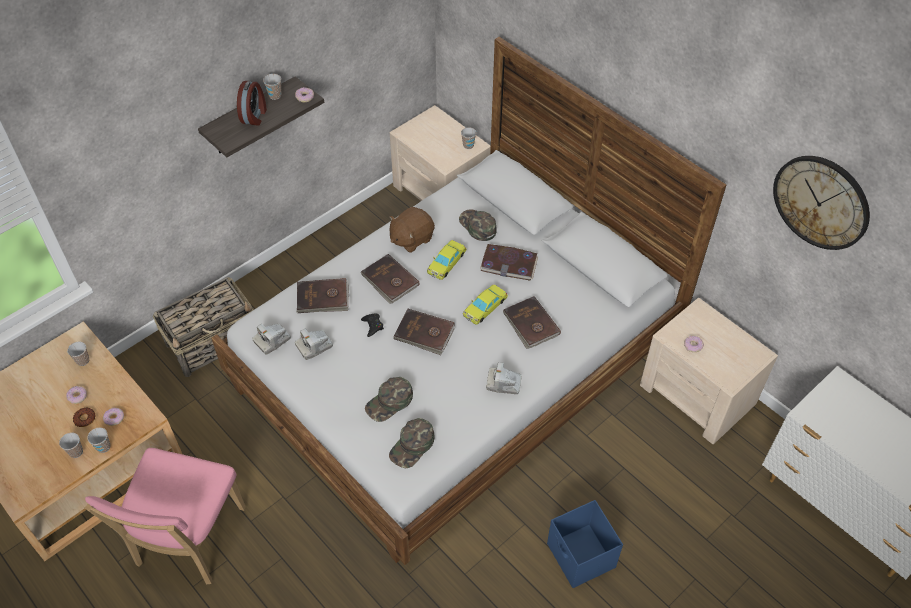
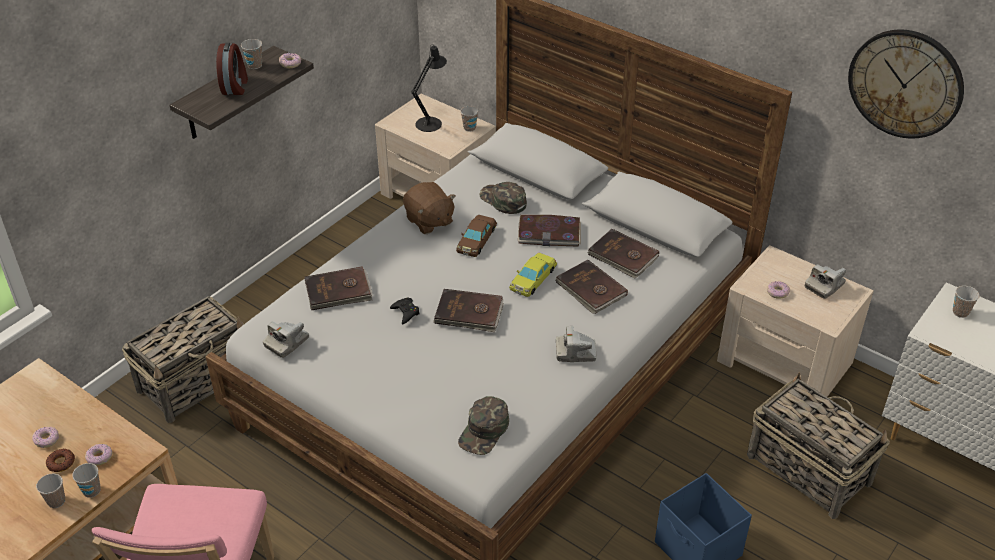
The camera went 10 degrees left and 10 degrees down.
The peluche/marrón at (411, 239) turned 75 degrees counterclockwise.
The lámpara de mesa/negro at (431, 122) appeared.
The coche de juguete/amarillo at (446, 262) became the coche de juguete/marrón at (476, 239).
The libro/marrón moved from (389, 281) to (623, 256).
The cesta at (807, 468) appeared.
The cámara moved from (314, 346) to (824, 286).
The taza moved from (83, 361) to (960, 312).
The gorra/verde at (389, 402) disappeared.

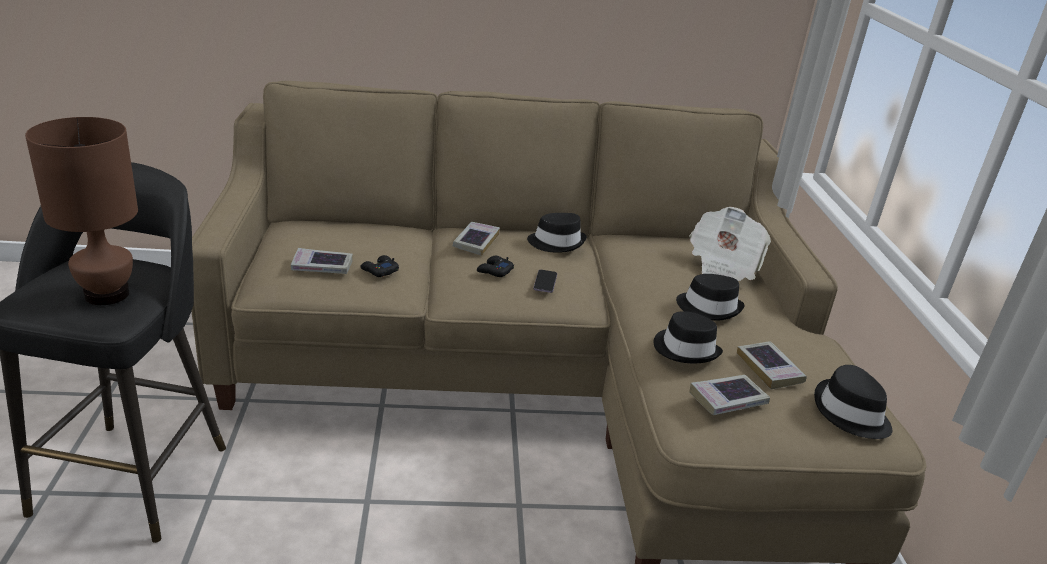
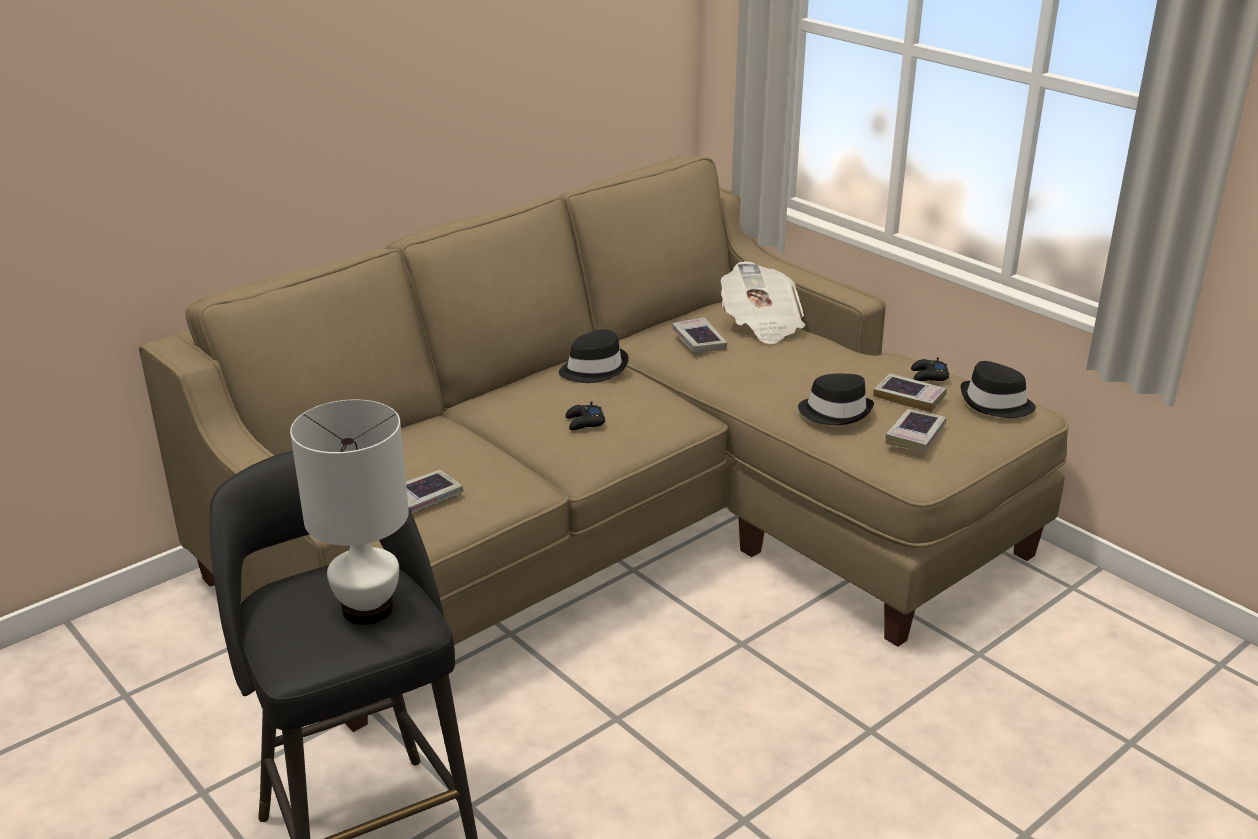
The camera went 35 degrees left and 0 degrees up.
The lámpara de mesa/marrón at (108, 294) became the lámpara de mesa/blanco at (367, 608).
The libro moved from (476, 242) to (698, 340).
The mando de consola/negro moved from (379, 270) to (928, 376).
The móvil at (545, 282) disappeared.
The sombrero/negro at (709, 307) disappeared.

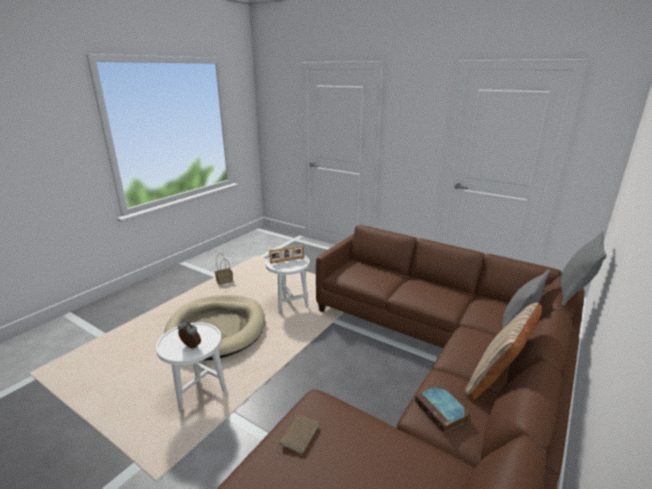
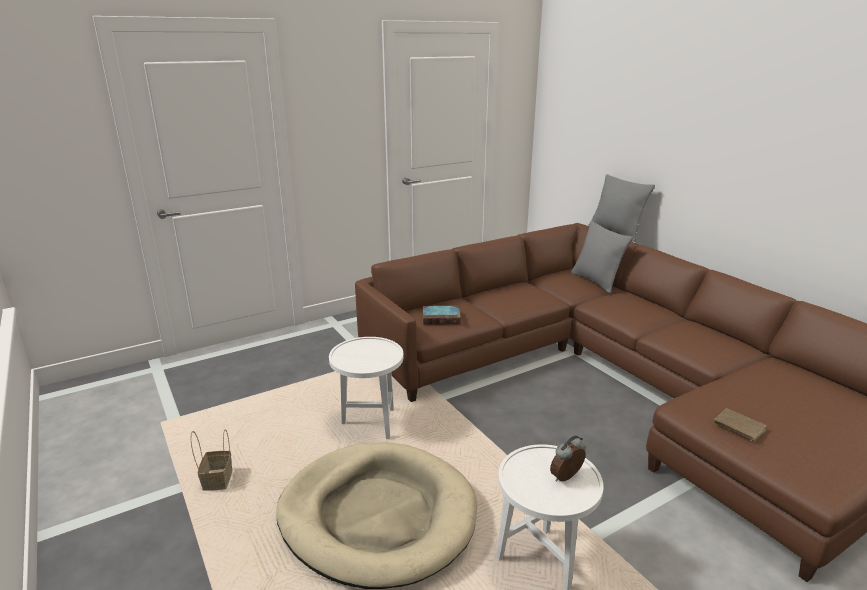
The camera went 65 degrees left and 0 degrees up.
The libro moved from (442, 411) to (442, 318).
The portarretratos at (287, 260) disappeared.
The cojín/beis at (496, 381) disappeared.

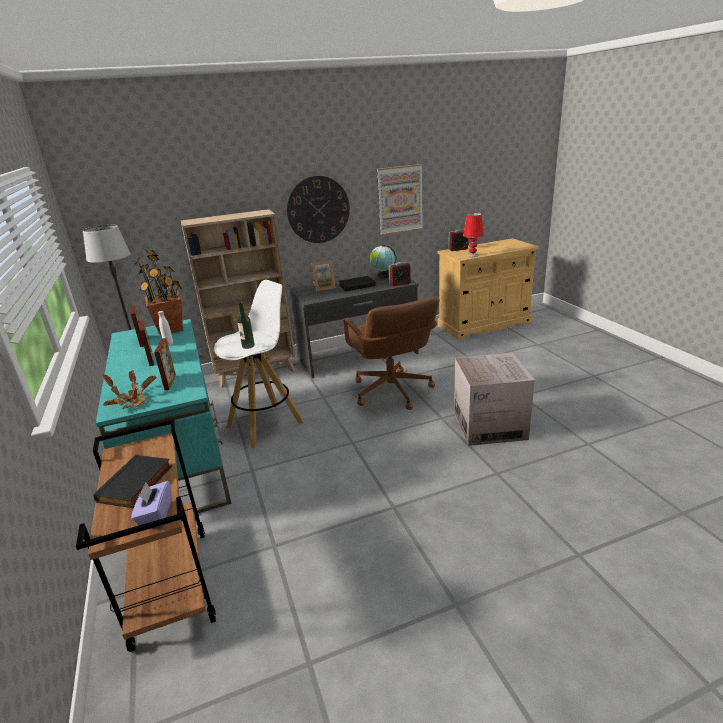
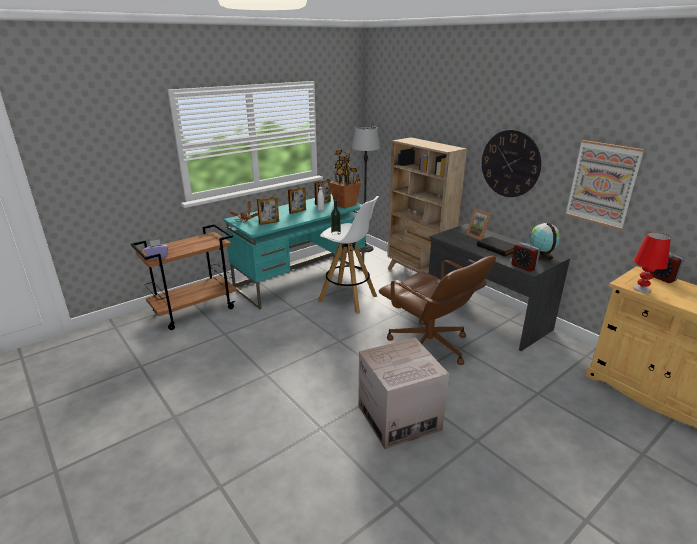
The camera went 70 degrees right and 0 degrees up.
The silla de oficina/marrón at (391, 391) turned 90 degrees counterclockwise.
The libro/negro at (136, 484) disappeared.

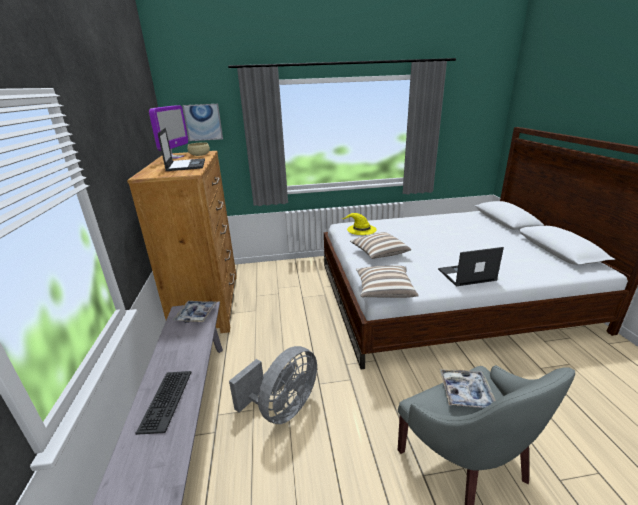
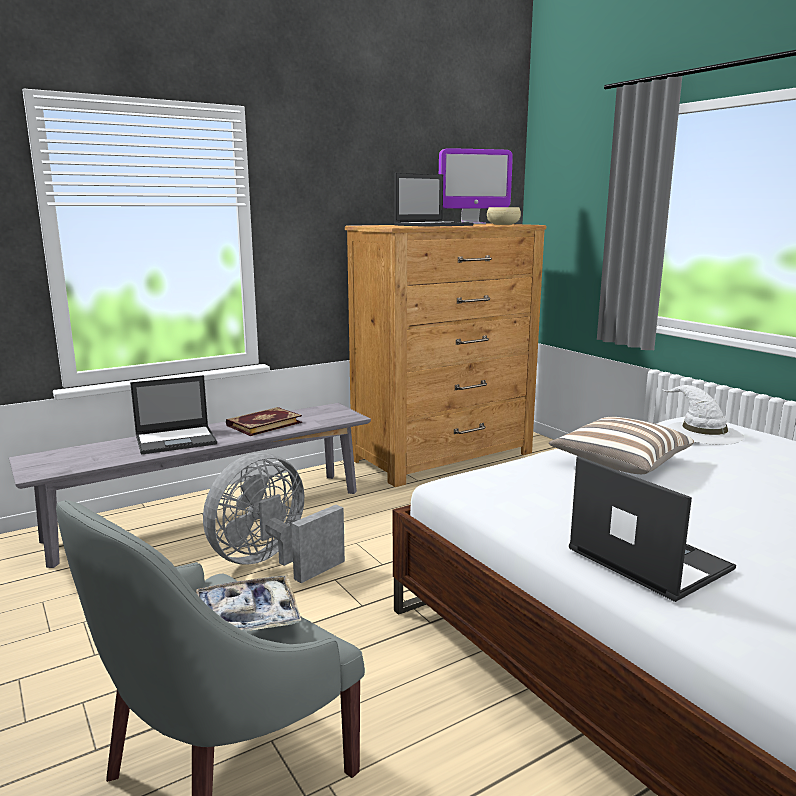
The camera went 65 degrees right and 10 degrees down.
The teclado at (165, 400) was replaced by the portátil at (177, 440).
The ventilador/gris at (283, 408) turned 120 degrees clockwise.
The libro at (263, 424) appeared.
The sombrero/amarillo at (361, 229) became the sombrero/blanco at (702, 432).
The bandeja at (196, 314) disappeared.
The cuadro at (203, 122) disappeared.
The cojín at (384, 291) disappeared.

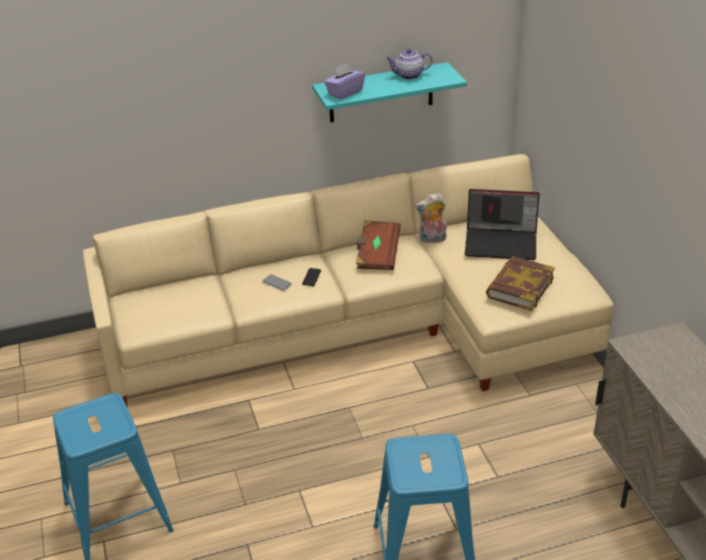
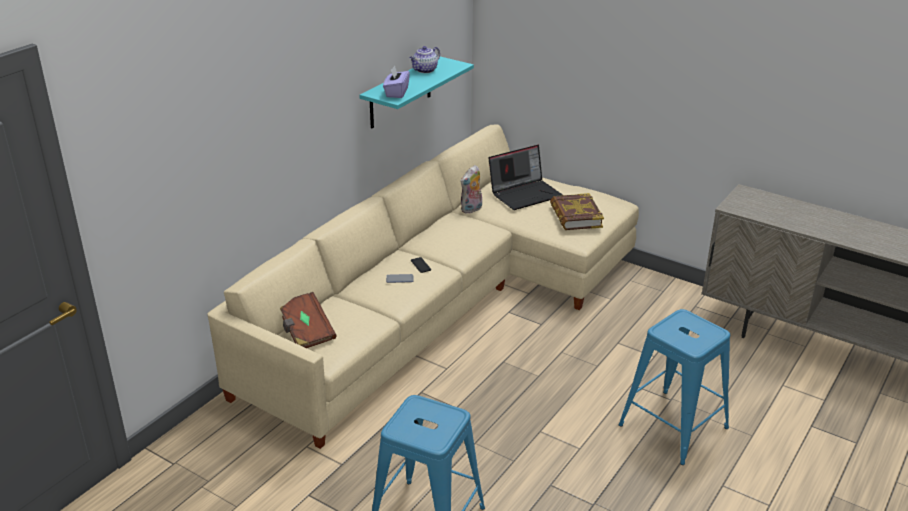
The camera went 40 degrees left and 5 degrees down.
The libro/marrón moved from (377, 255) to (305, 331).

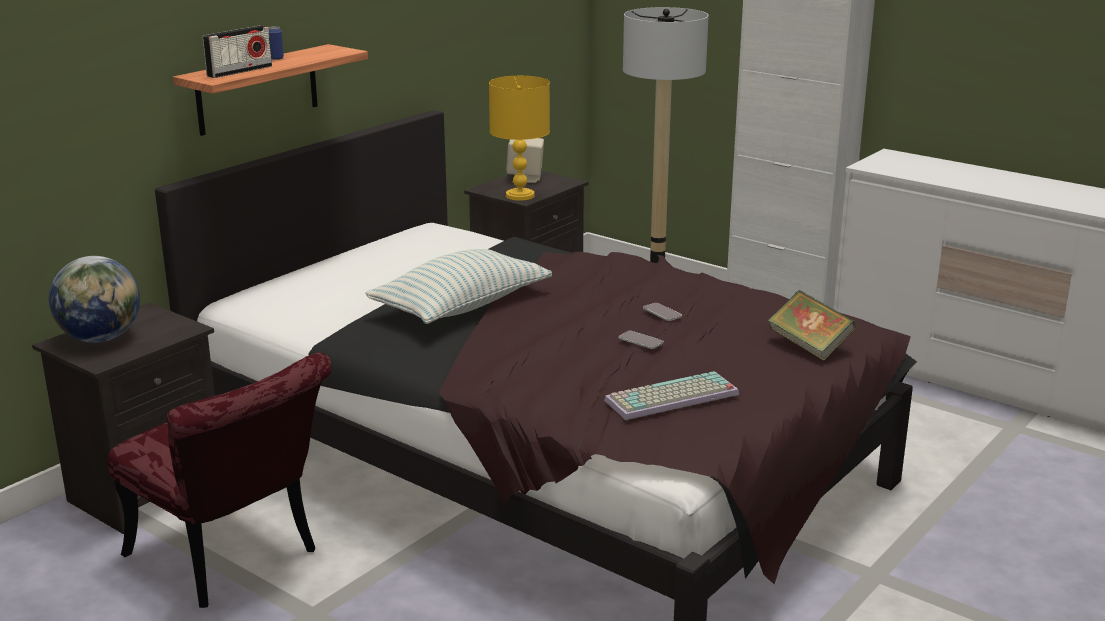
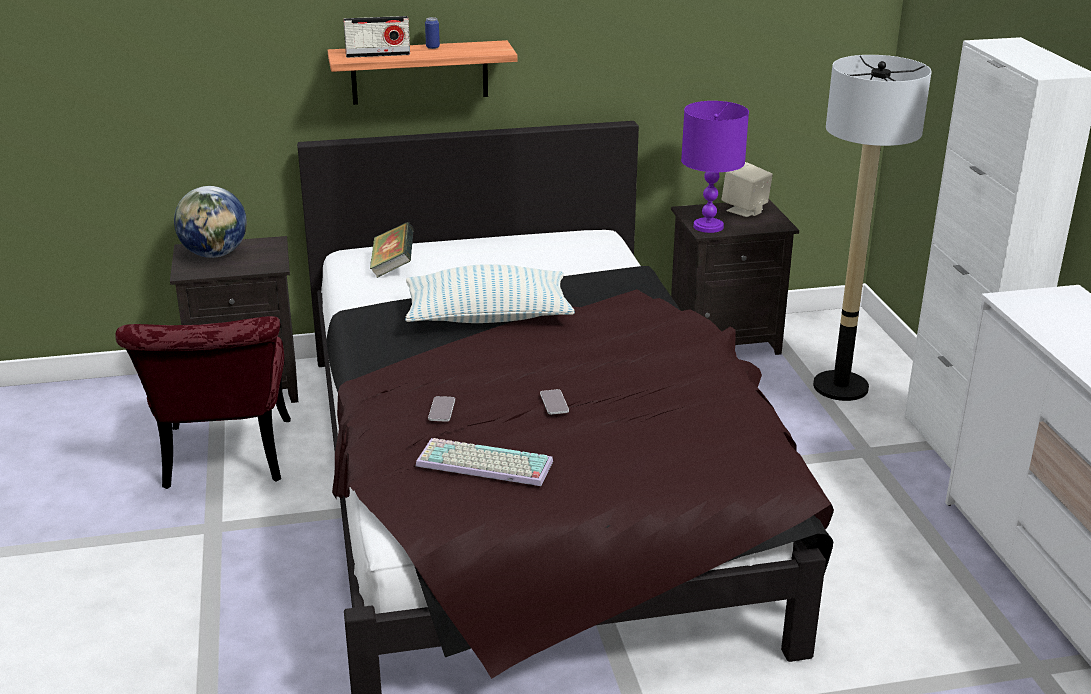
The camera went 40 degrees right and 5 degrees up.
The libro moved from (809, 346) to (393, 267).
The móvil moved from (662, 313) to (442, 410).
The lámpara de mesa/amarillo at (520, 196) became the lámpara de mesa/morado at (709, 227).

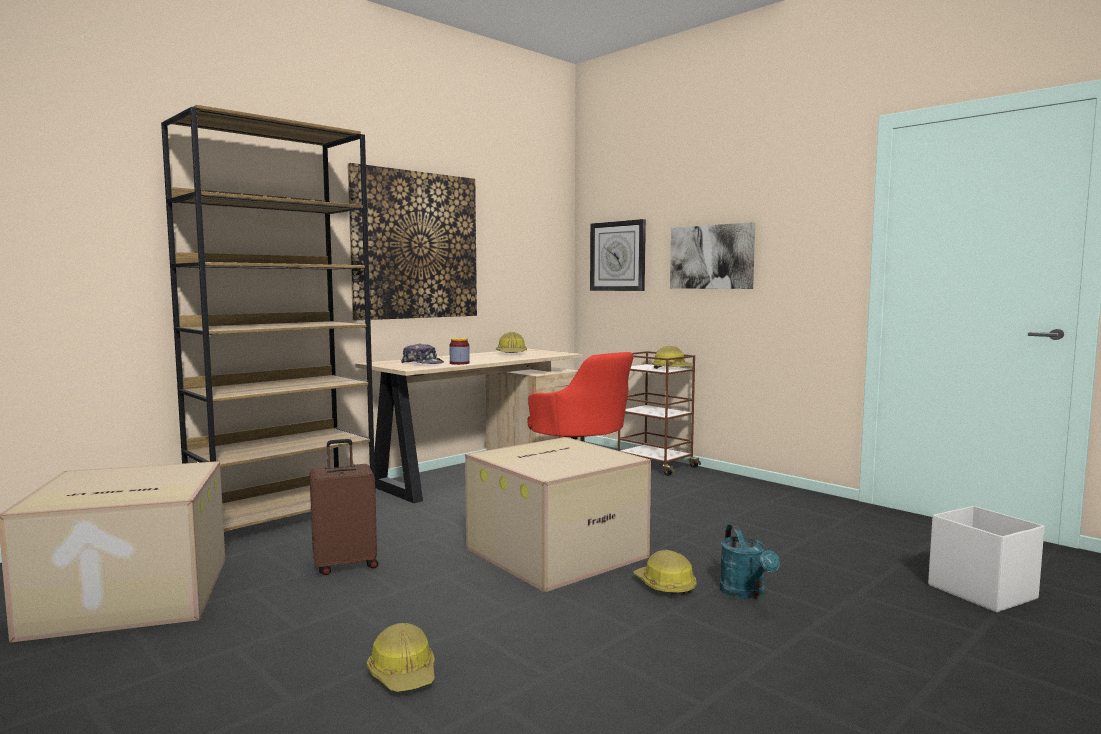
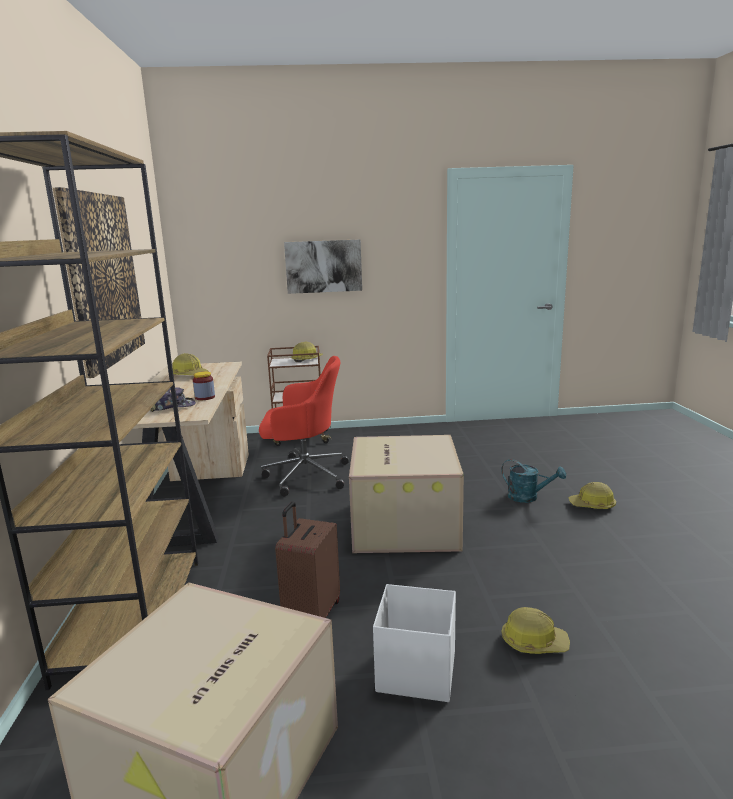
The camera went 50 degrees left and 10 degrees up.
The caja de almacenaje/blanco moved from (981, 591) to (415, 671).
The casco moved from (665, 586) to (592, 505).
The reloj de pared at (618, 256) disappeared.

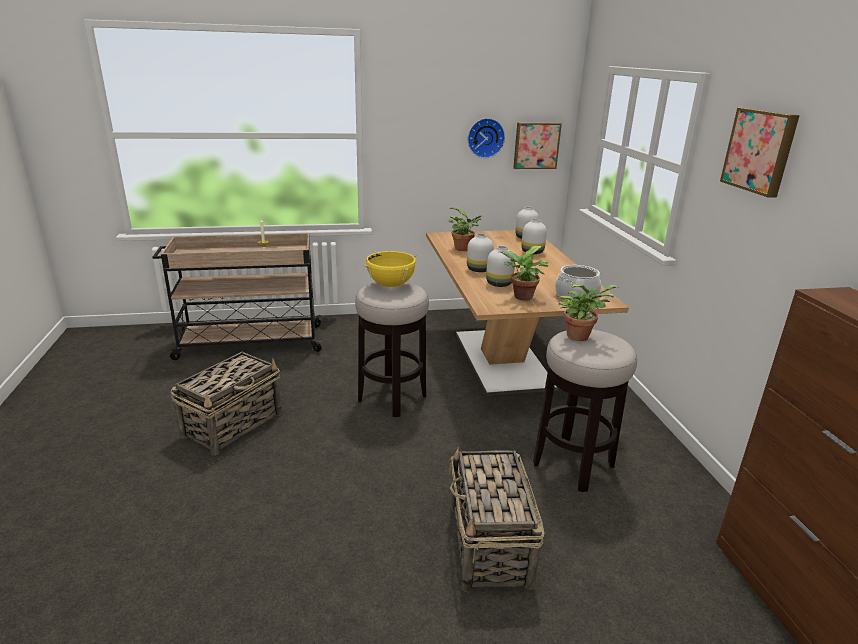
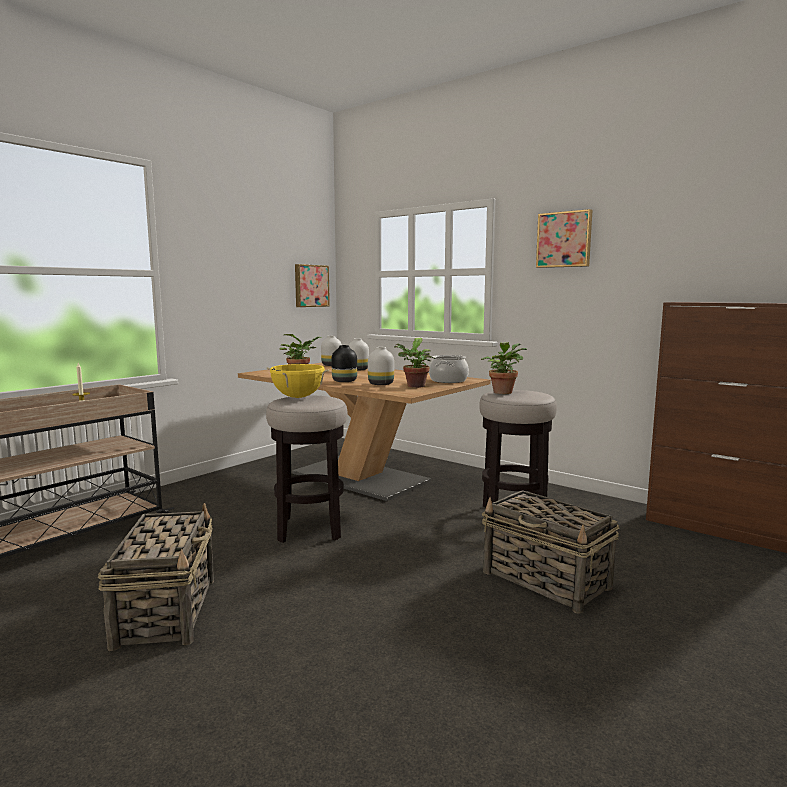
The camera went 40 degrees left and 15 degrees down.
The florero/blanco at (479, 269) became the florero/negro at (344, 381).
The reloj de pared at (485, 137) disappeared.

